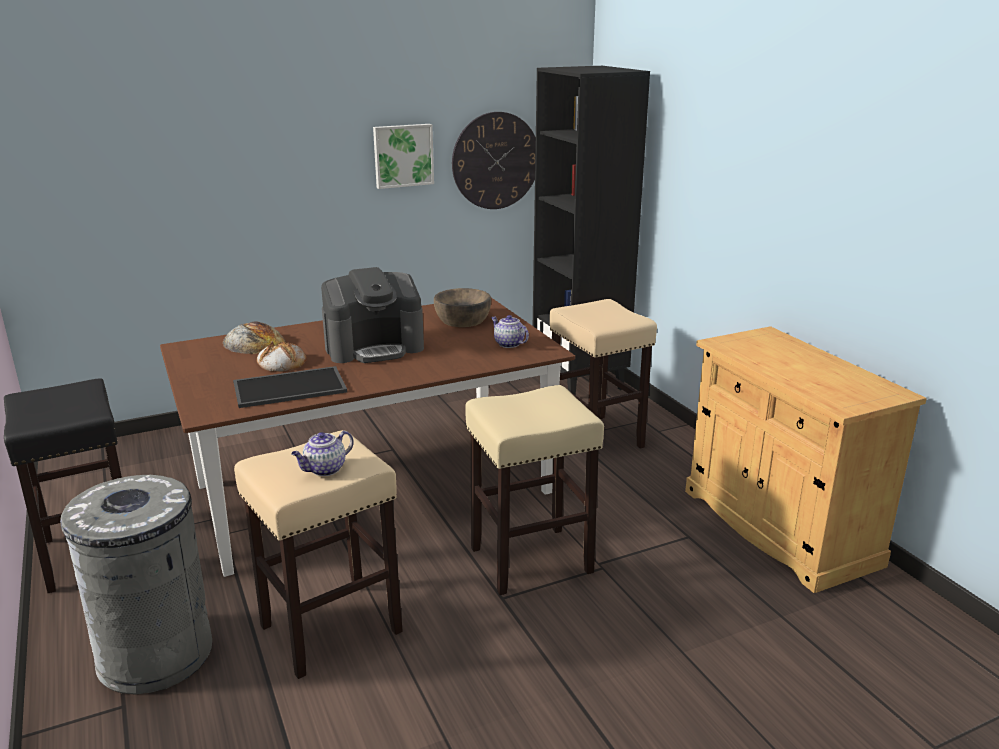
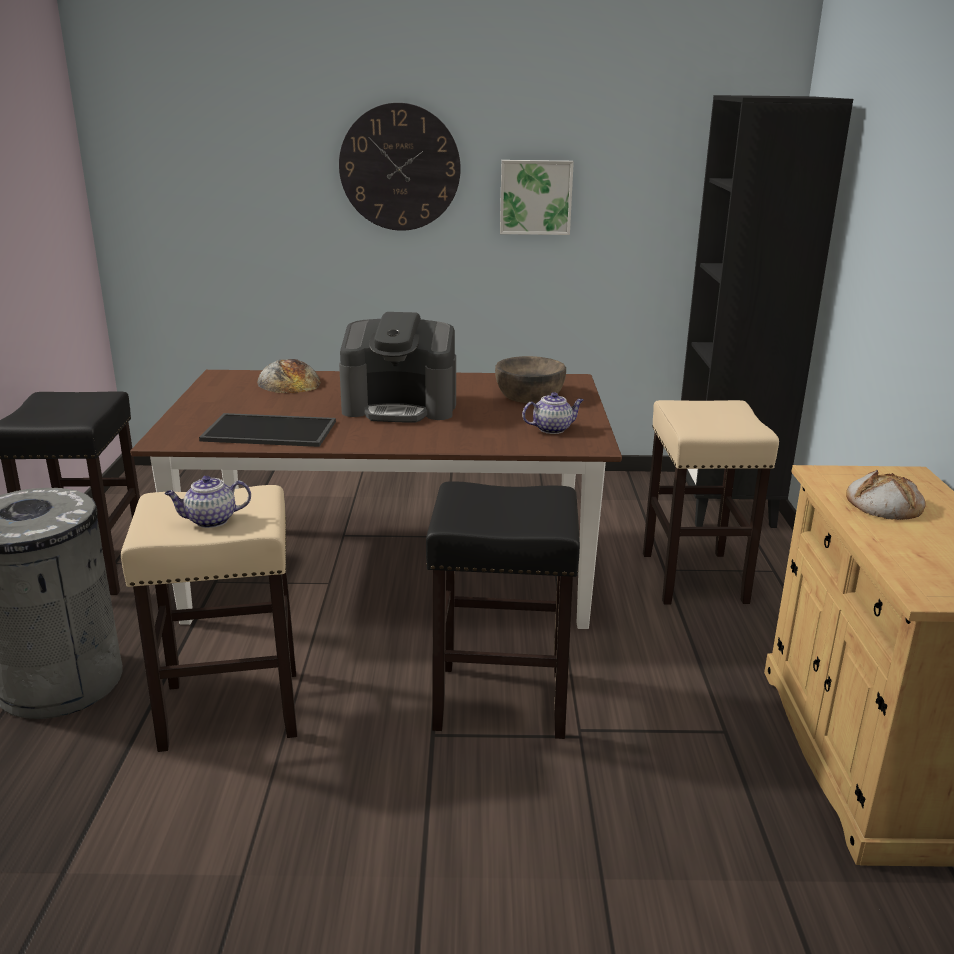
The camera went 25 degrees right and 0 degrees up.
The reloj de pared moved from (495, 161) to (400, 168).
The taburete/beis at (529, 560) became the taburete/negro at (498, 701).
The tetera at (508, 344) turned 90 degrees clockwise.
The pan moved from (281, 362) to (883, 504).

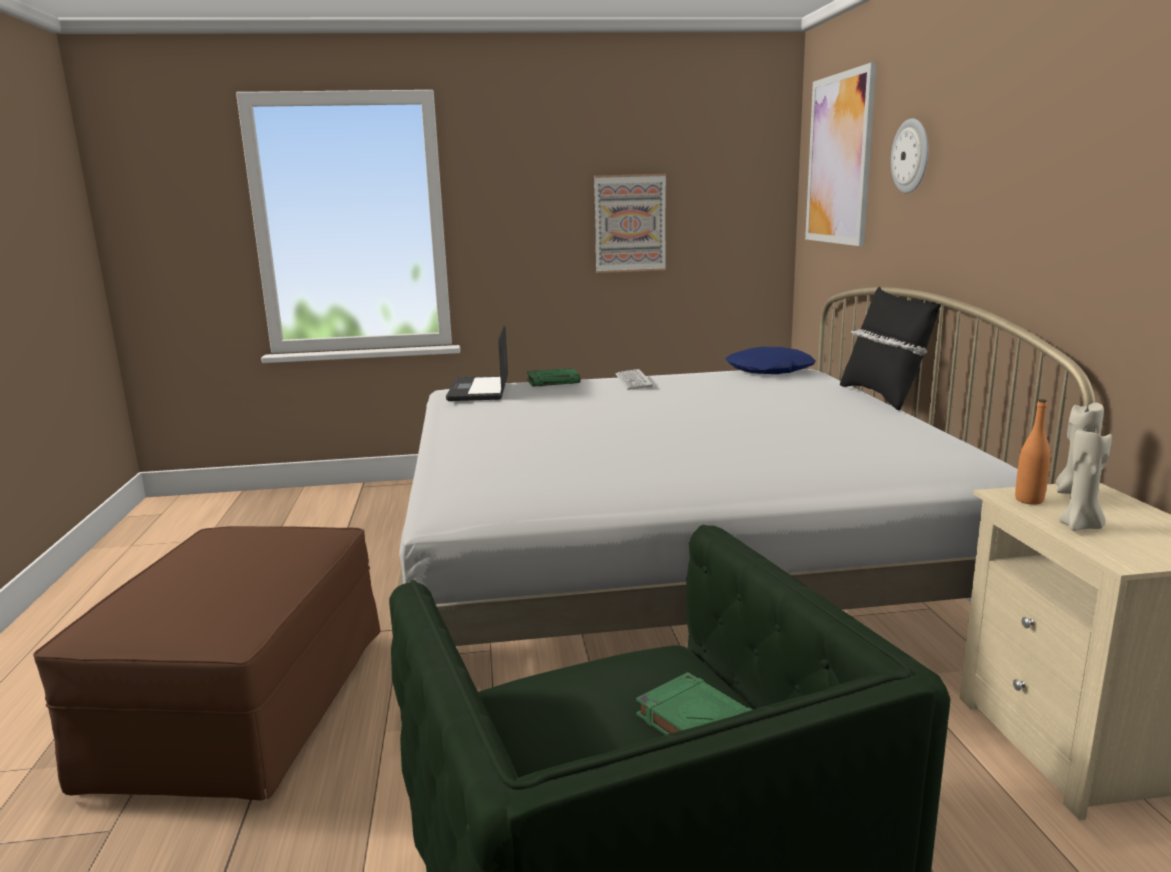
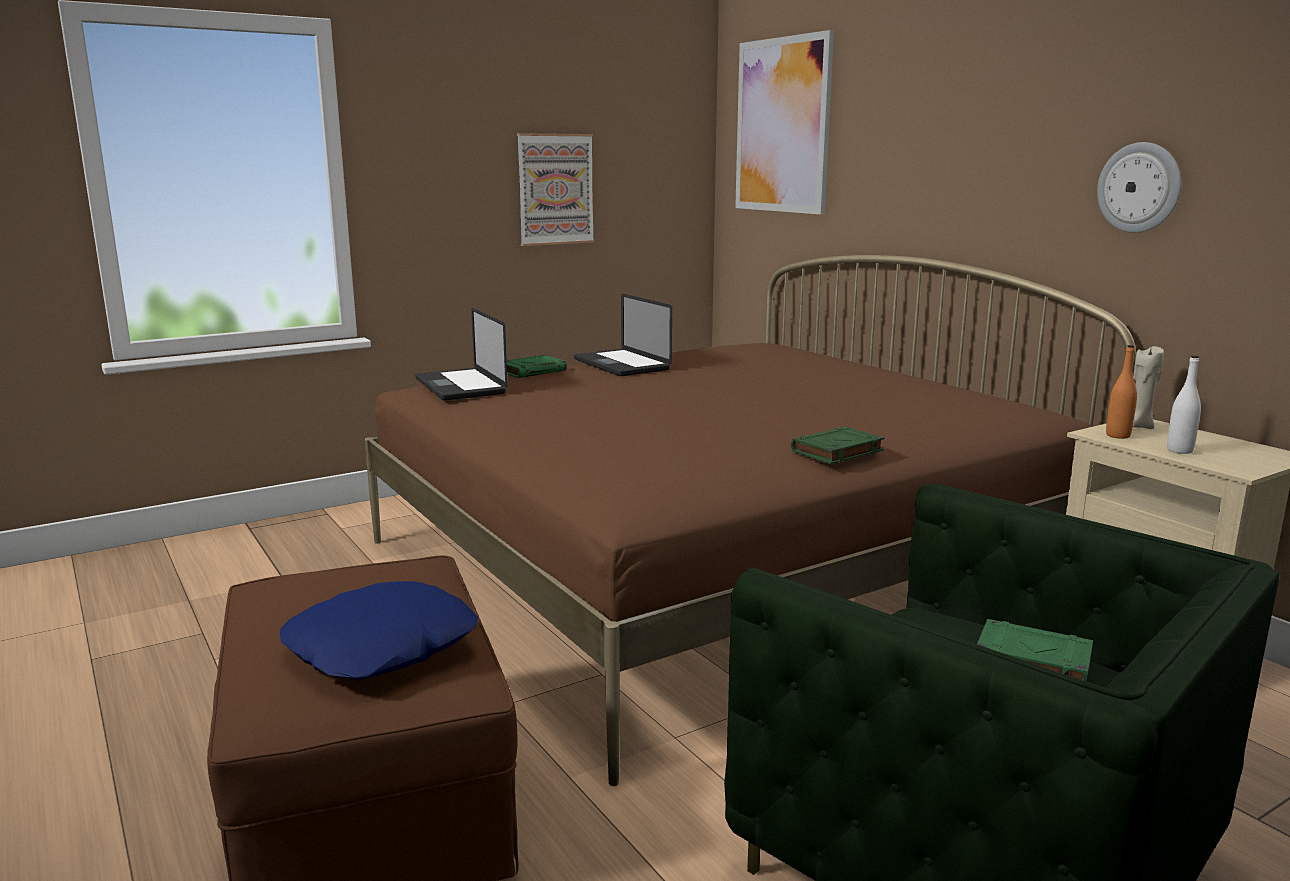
The camera went 25 degrees left and 0 degrees up.
The cojín/azul moved from (769, 370) to (382, 647).
The cama/blanco at (673, 574) became the cama/marrón at (715, 567).
The teclado at (633, 381) was replaced by the portátil at (621, 364).
The libro/verde at (836, 451) appeared.
The reloj de pared moved from (911, 156) to (1139, 187).
The vela/beis at (1080, 527) was replaced by the botella/blanco at (1179, 450).
The cojín/negro at (883, 396) disappeared.

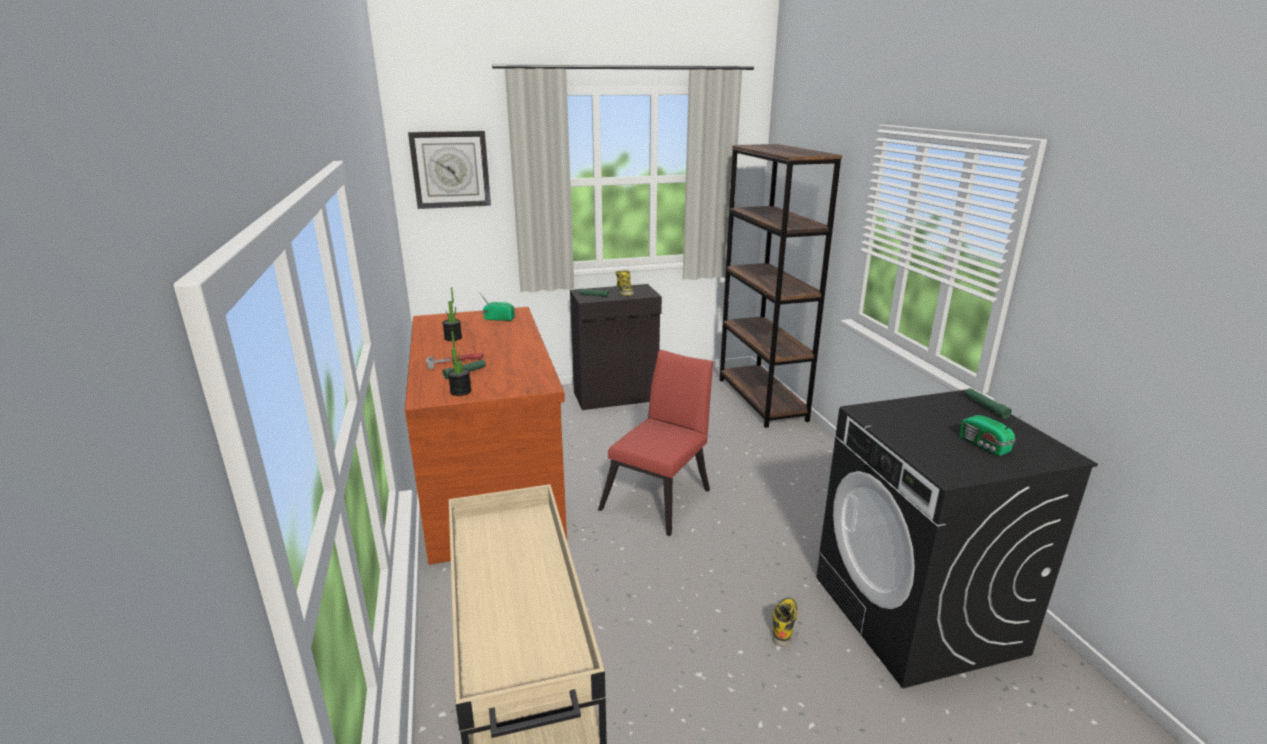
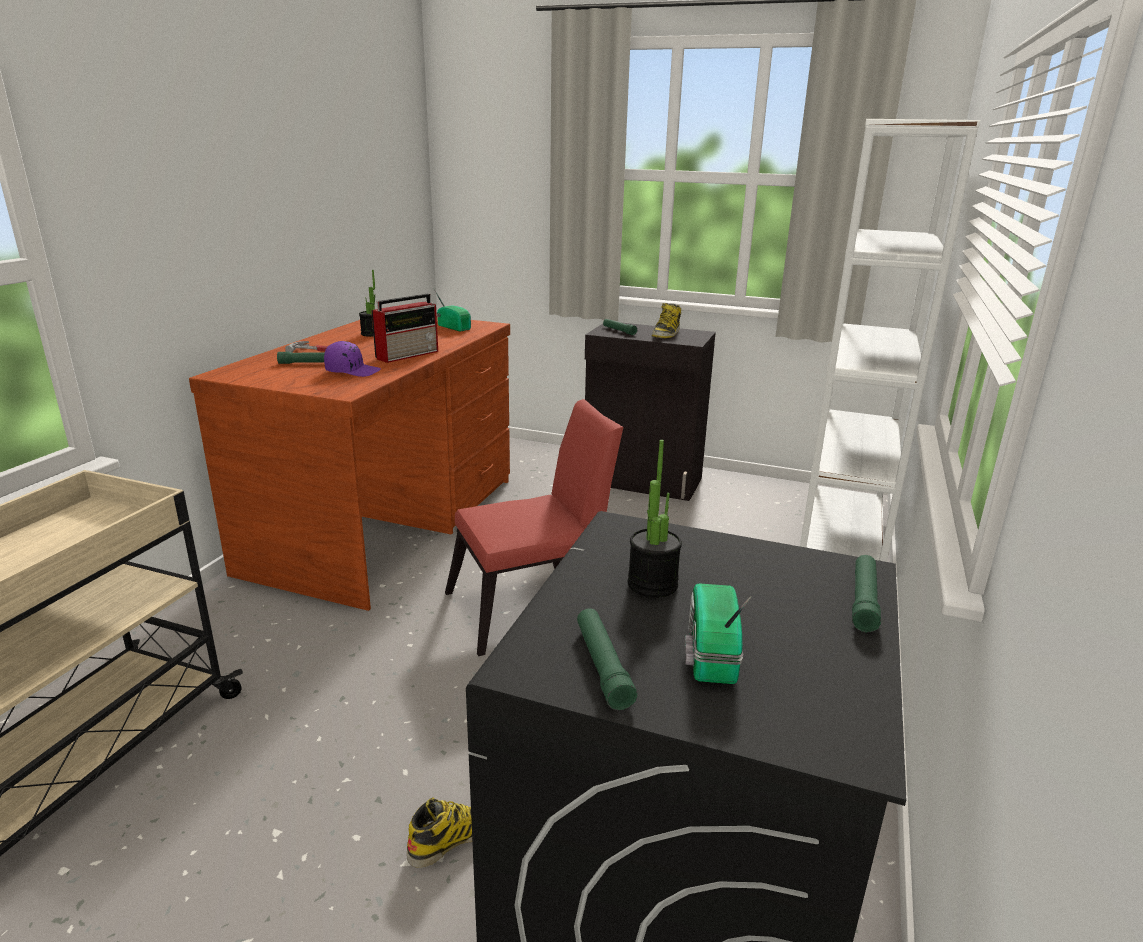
The camera went 35 degrees right and 0 degrees up.
The gorra/morado at (352, 371) appeared.
The radio at (408, 354) appeared.
The linterna/verde at (603, 666) appeared.
The planta en maceta moved from (460, 391) to (652, 584).
The estantería/marrón at (761, 399) became the estantería/blanco at (840, 544).
The reloj de pared at (450, 169) disappeared.

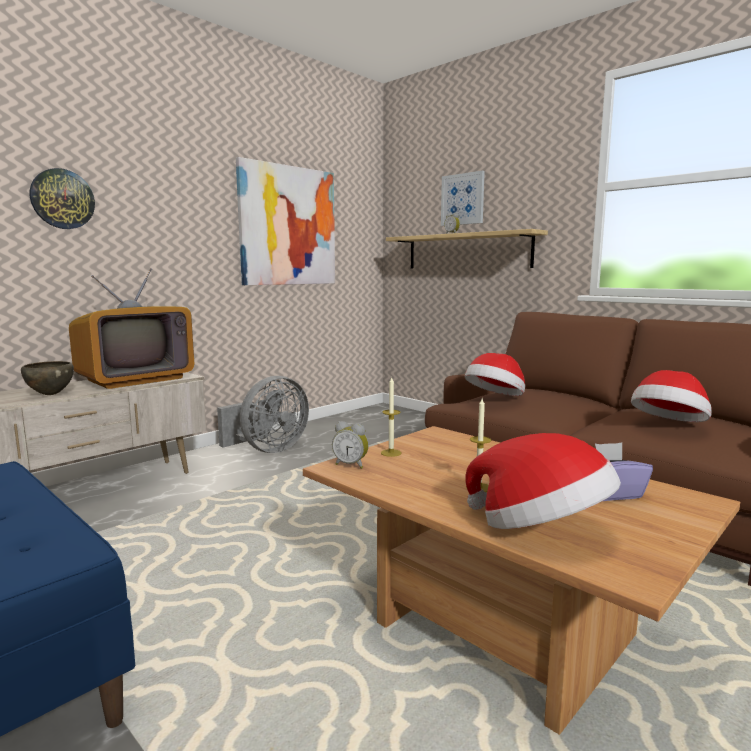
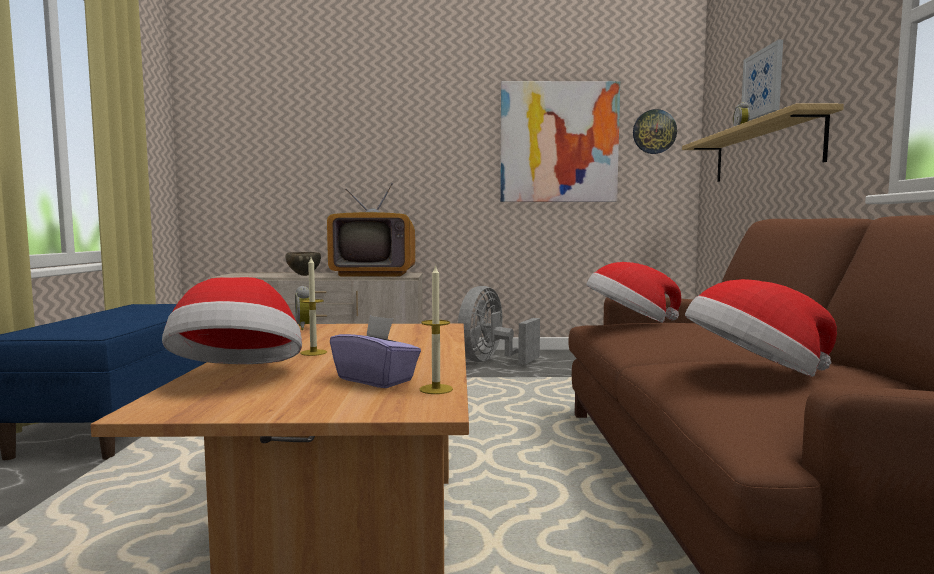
The camera went 45 degrees right and 5 degrees down.
The vela moved from (391, 453) to (436, 389).
The ventilador/gris at (268, 450) turned 120 degrees clockwise.
The reloj de pared moved from (62, 199) to (654, 132).

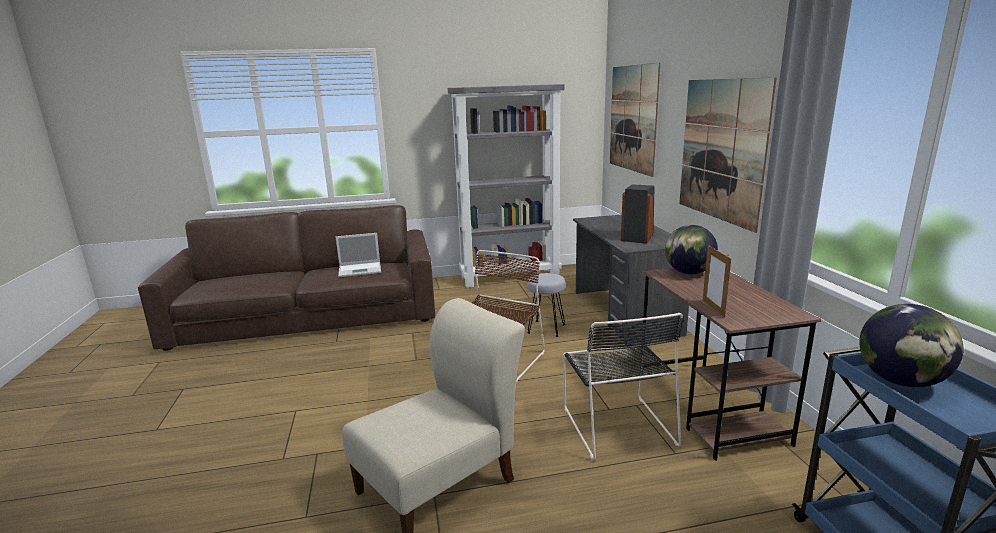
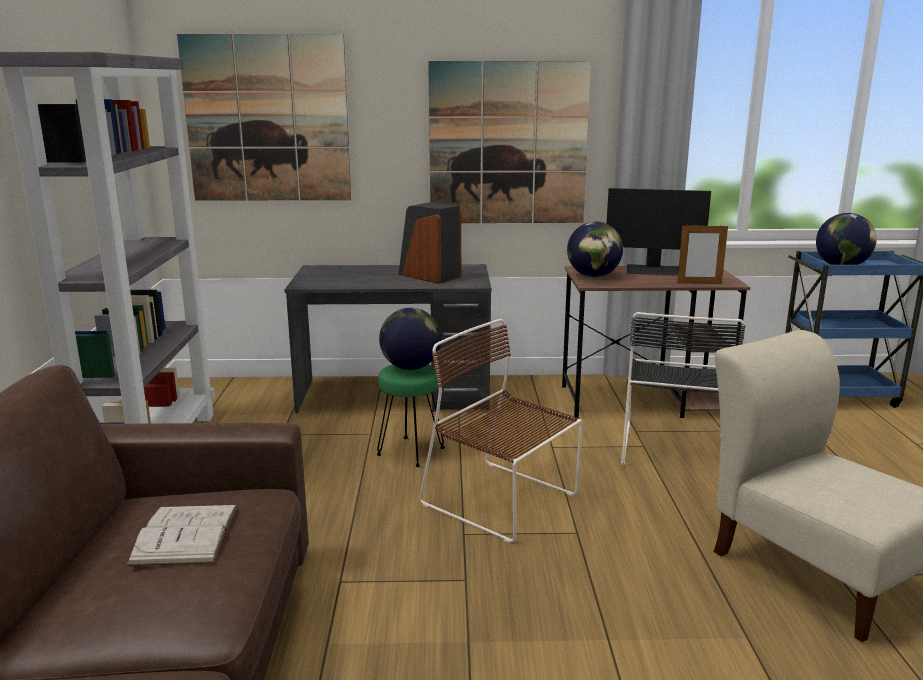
The camera went 80 degrees left and 0 degrees up.
The portátil at (361, 269) was replaced by the libro/blanco at (185, 534).
The taburete/gris at (546, 329) became the taburete/verde at (410, 452).
The globo terráqueo at (411, 367) appeared.
The monitor at (653, 270) appeared.
The silla/negro at (617, 424) turned 105 degrees clockwise.

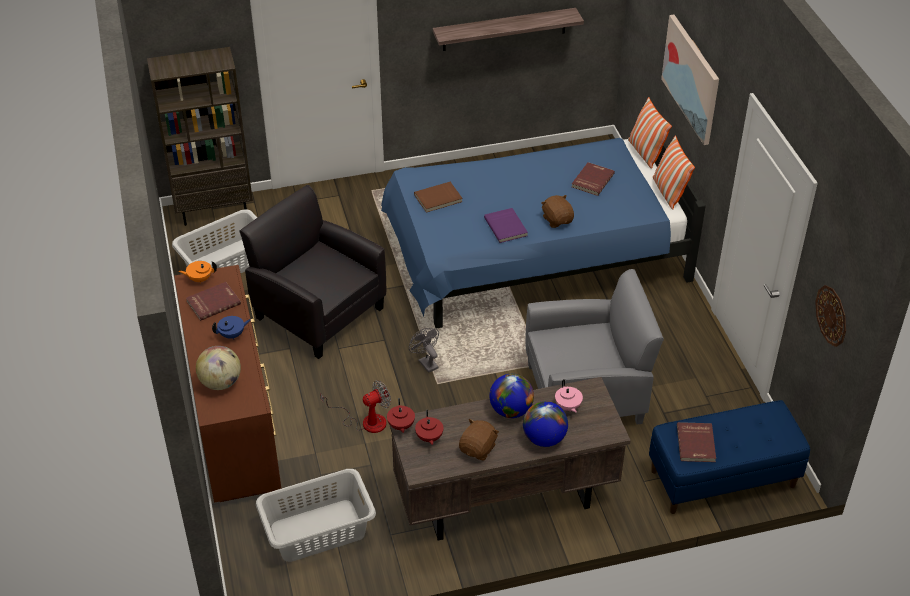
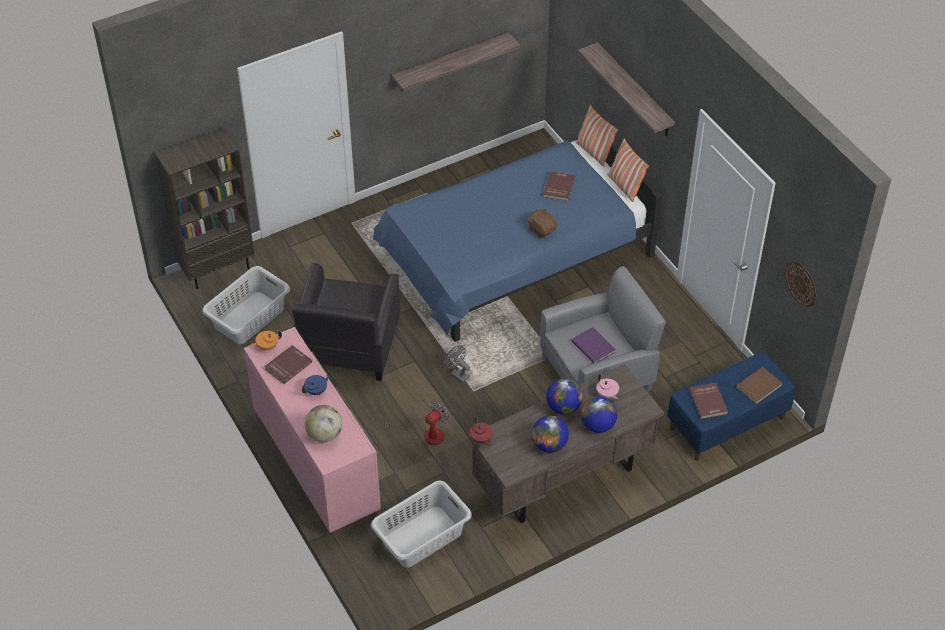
The camera went 15 degrees left and 5 degrees up.
The cómoda/marrón at (234, 422) became the cómoda/rosa at (316, 461).
The sillón/negro at (318, 312) turned 105 degrees counterclockwise.
The peluche/marrón at (478, 449) was replaced by the globo terráqueo at (549, 445).
The libro/morado moved from (506, 227) to (594, 346).
The cuadro at (692, 78) was replaced by the estante at (634, 91).
The libro/marrón moved from (438, 199) to (759, 387).
The tetera/rojo at (429, 438) disappeared.

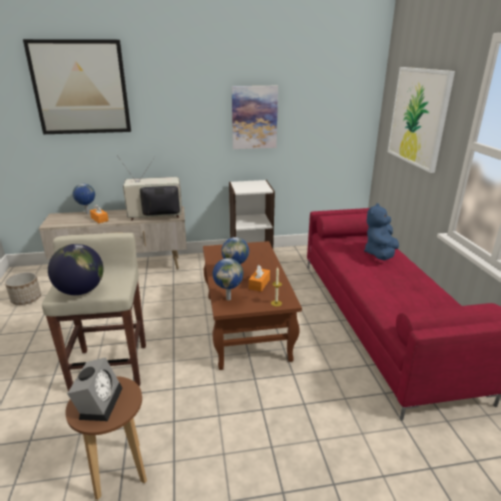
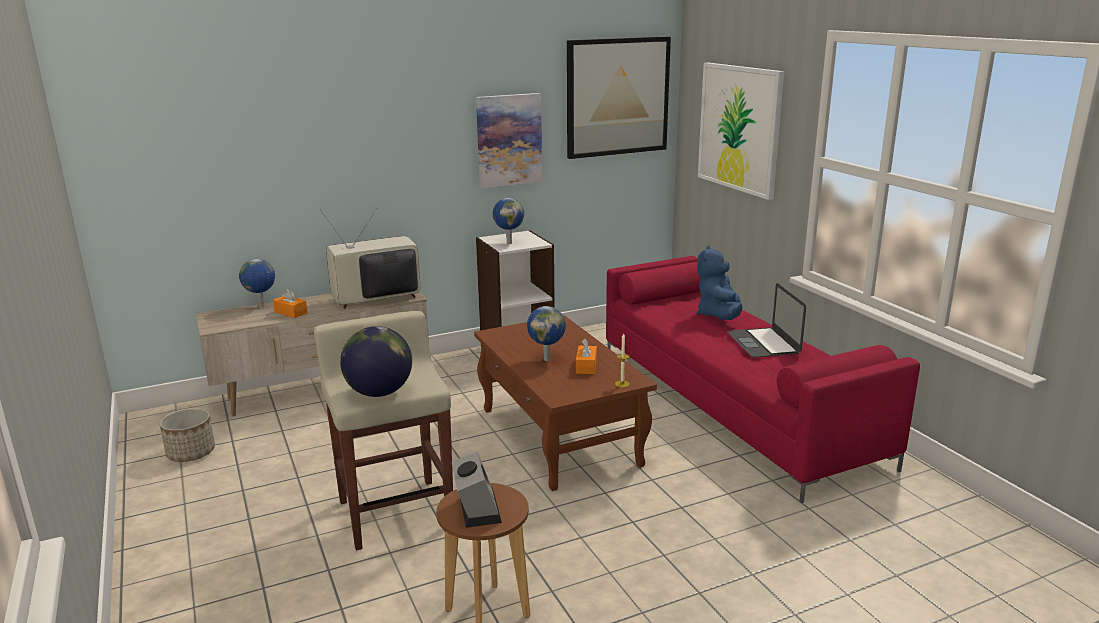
The camera went 15 degrees left and 5 degrees down.
The globo terráqueo moved from (228, 298) to (509, 243).
The cuadro moved from (81, 88) to (617, 97).
The portátil at (763, 343) appeared.

